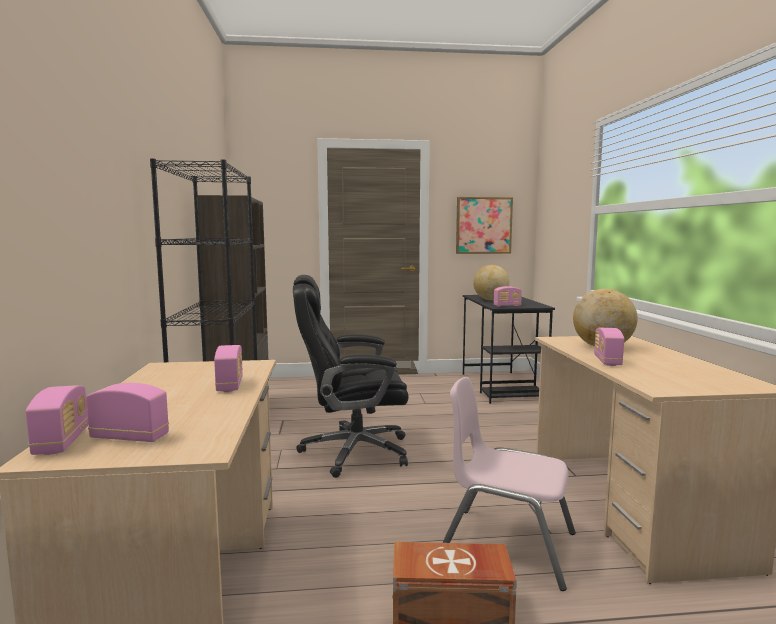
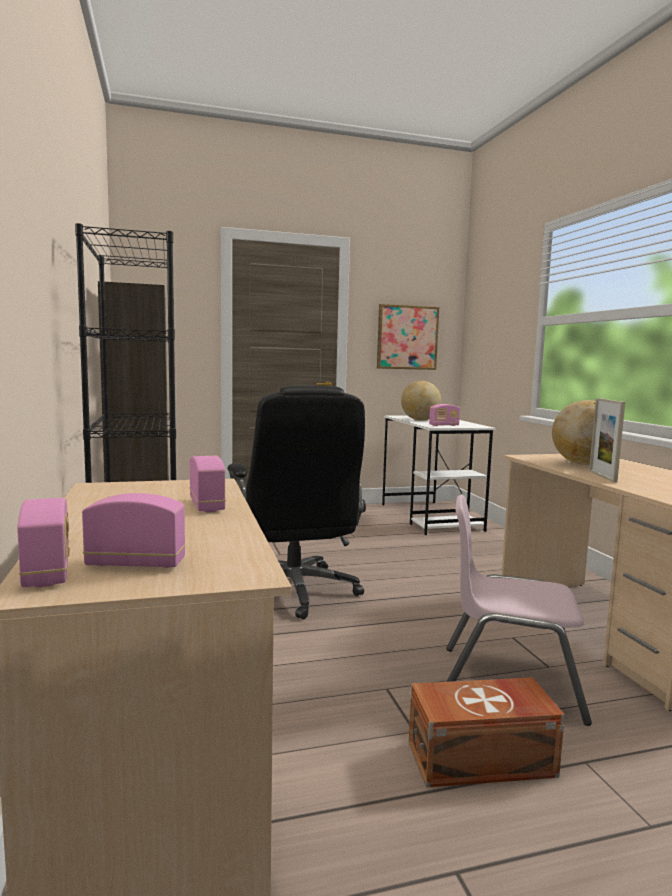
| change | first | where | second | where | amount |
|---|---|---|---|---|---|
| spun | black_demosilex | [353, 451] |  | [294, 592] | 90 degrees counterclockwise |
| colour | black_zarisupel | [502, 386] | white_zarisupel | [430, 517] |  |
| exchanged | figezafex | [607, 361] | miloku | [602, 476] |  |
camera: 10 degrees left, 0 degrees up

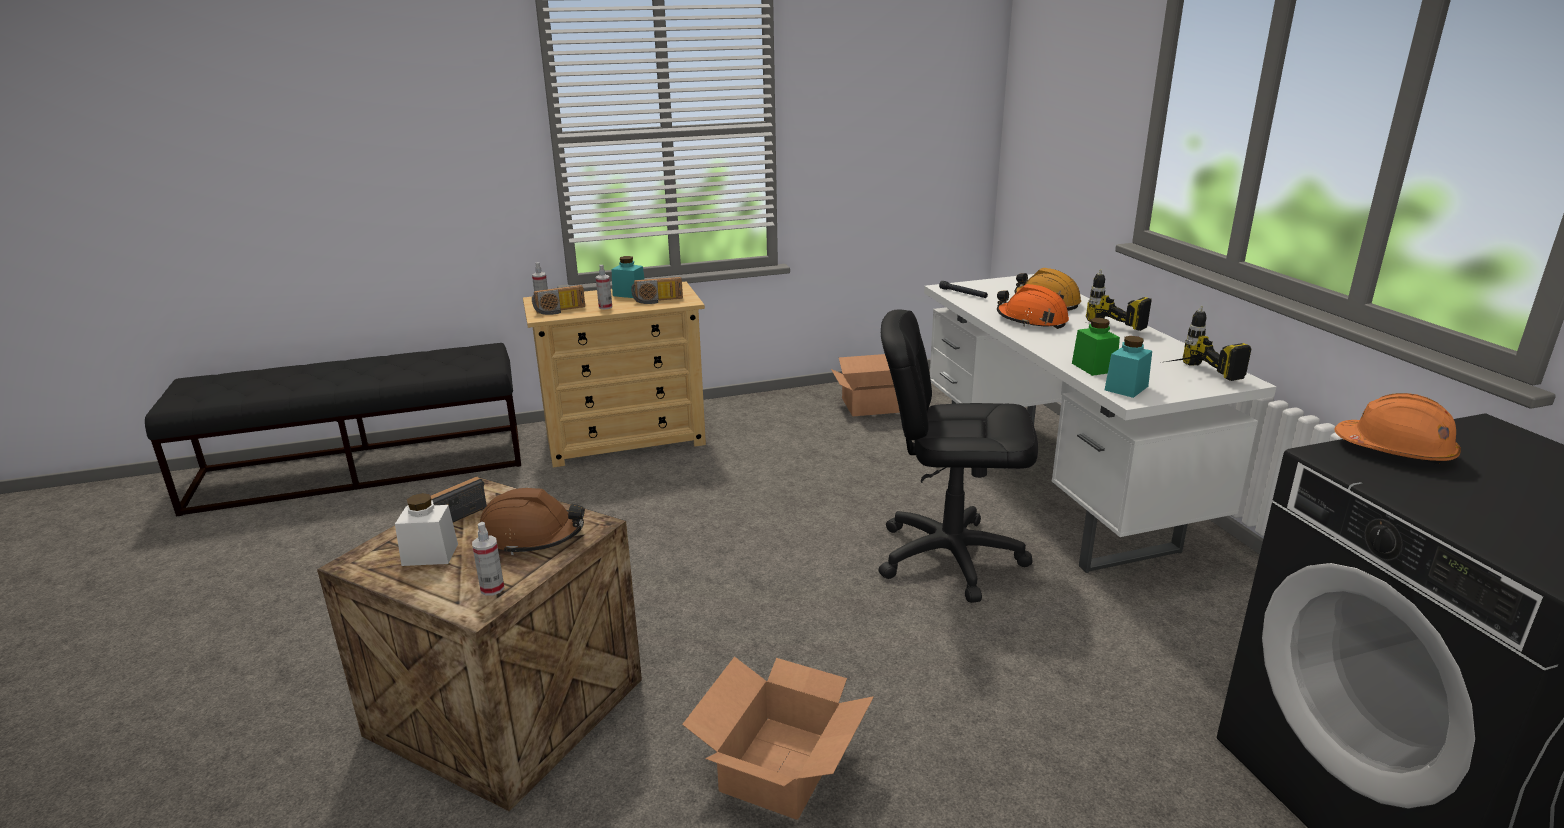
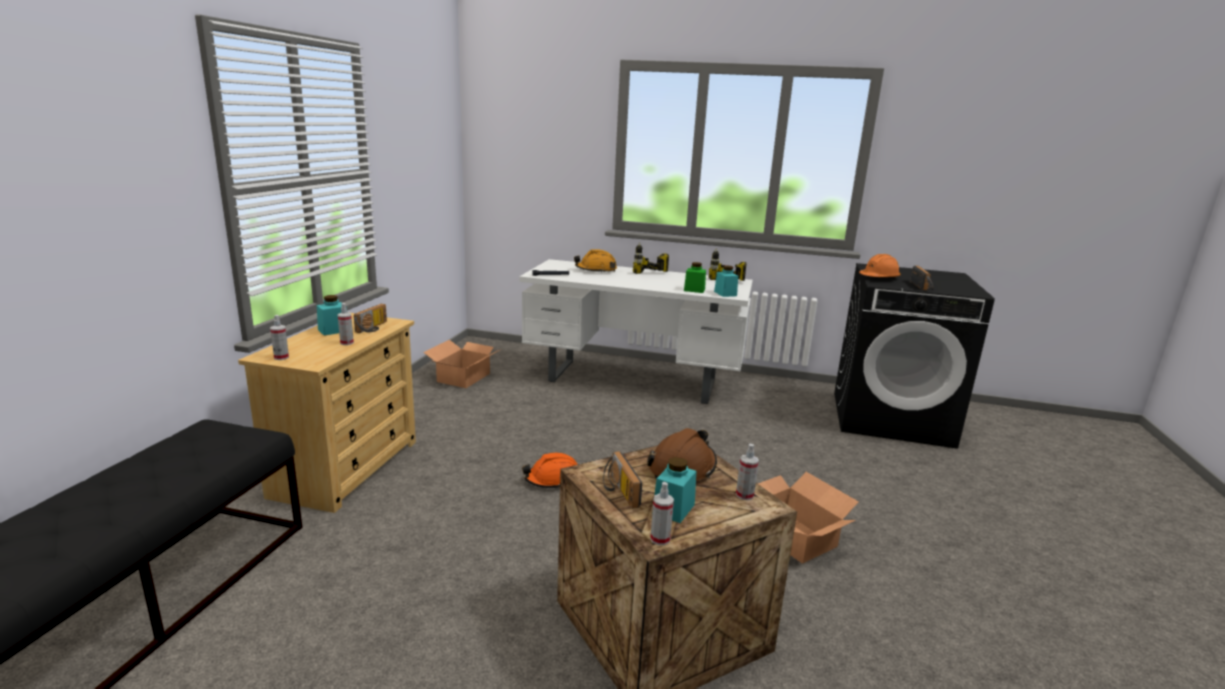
| change | first | where | second | where | amount |
|---|---|---|---|---|---|
| relocated | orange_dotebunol | [1031, 320] |  | [552, 479] |  |
| relocated | figezafex | [560, 311] |  | [922, 286] |  |
| missing | black_demosilex | [949, 557] |  |  |  |
| colour | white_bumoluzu | [430, 554] | turquoise_bumoluzu | [673, 509] |  |
| appeared |  |  | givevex | [660, 539] |  |
camera: 60 degrees left, 5 degrees down

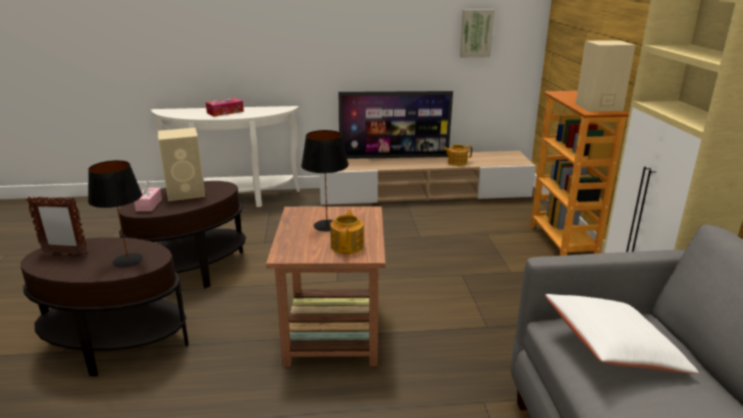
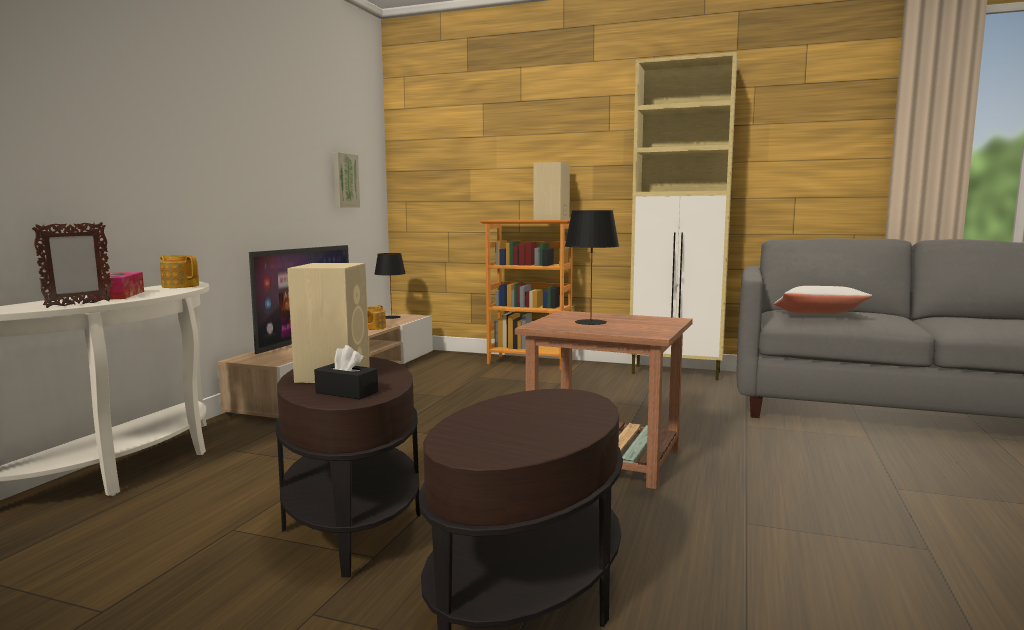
| change | first | where | second | where | amount |
|---|---|---|---|---|---|
| relocated | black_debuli | [128, 260] |  | [392, 317] |  |
| colour | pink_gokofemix | [149, 205] | black_gokofemix | [346, 392] |  |
| relocated | miloku | [64, 253] |  | [78, 304] |  |
| relocated | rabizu | [347, 246] |  | [180, 286] |  |
camera: 65 degrees left, 15 degrees down

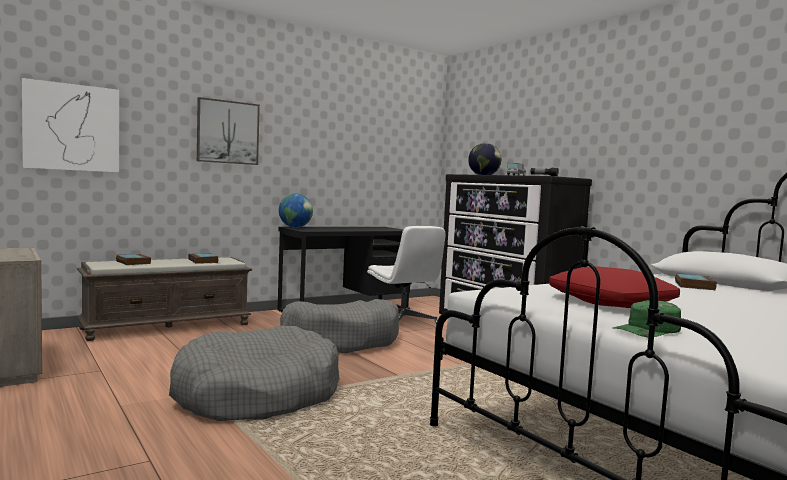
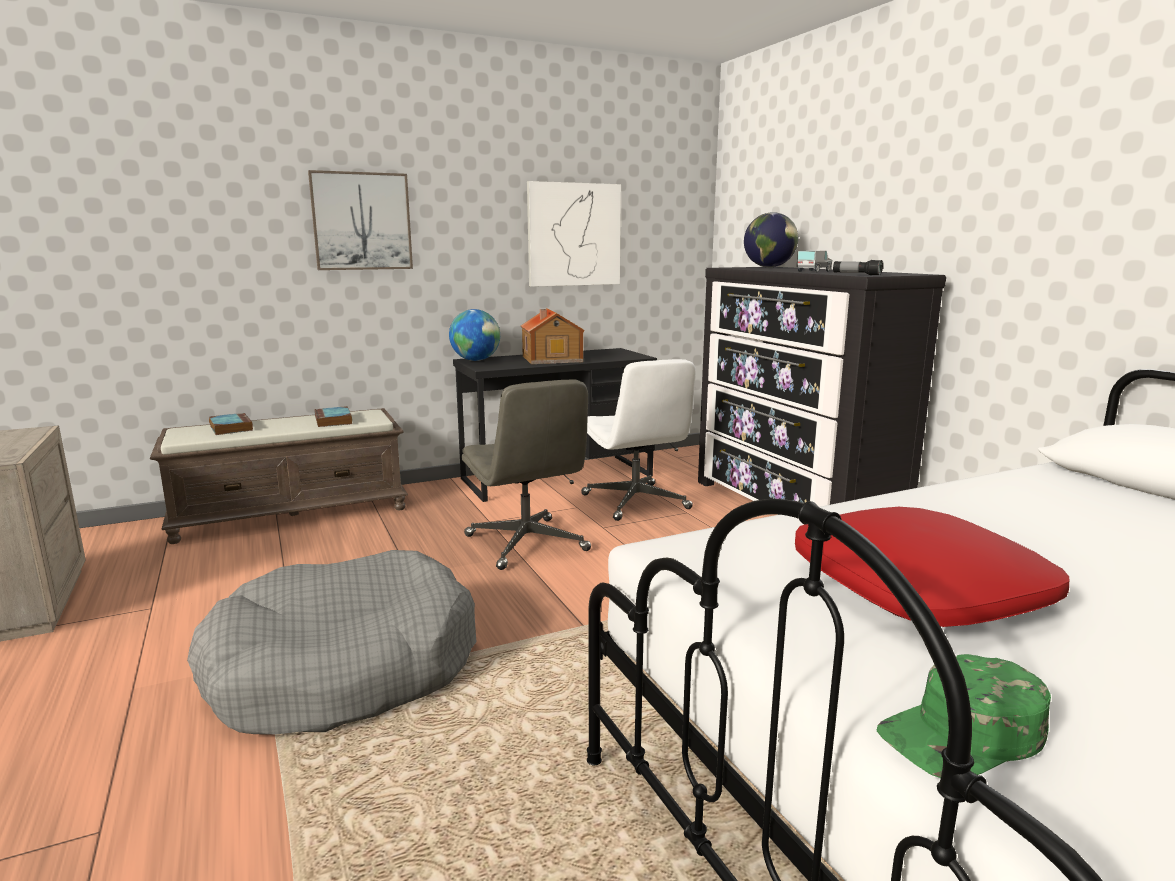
| change | first | where | second | where | amount |
|---|---|---|---|---|---|
| relocated | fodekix | [72, 127] |  | [574, 234] |  |
| missing | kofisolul | [693, 285] |  |  |  |
| exchanged | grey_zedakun | [342, 341] | grey_demosilex | [527, 544] |  |
| appeared |  |  | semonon | [551, 359] |  |
camera: 10 degrees right, 10 degrees up

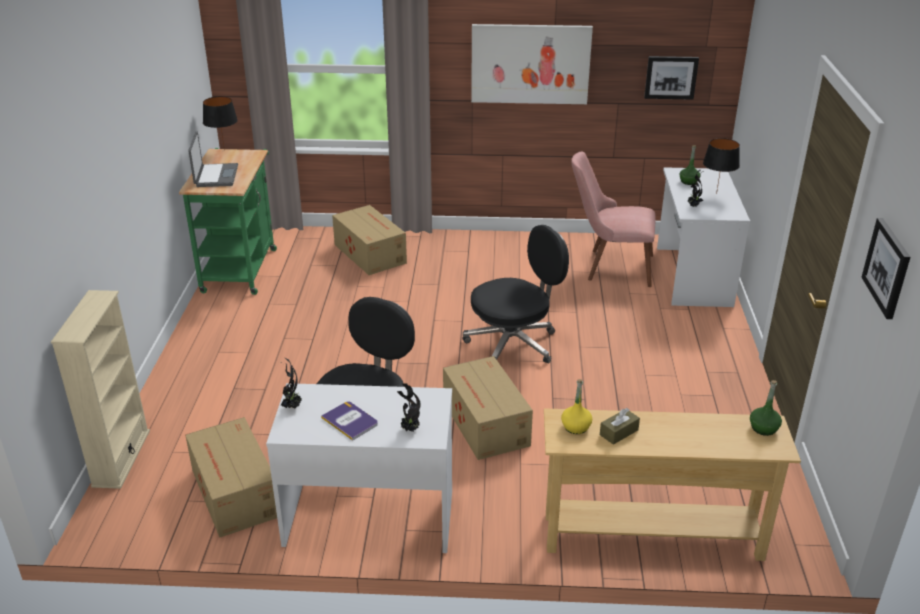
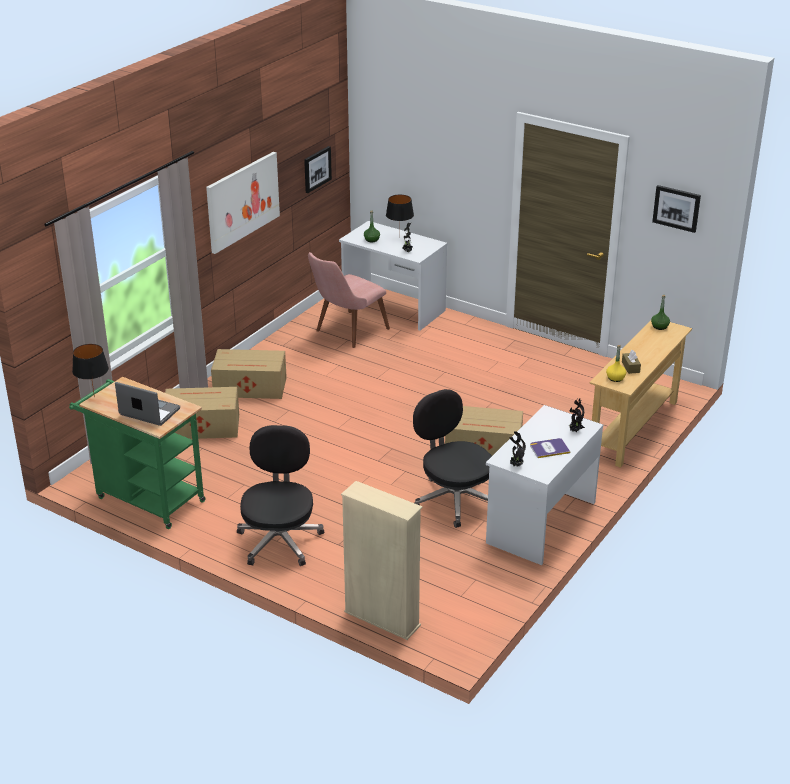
| change | first | where | second | where | amount |
|---|---|---|---|---|---|
| relocated | black_demosilex | [513, 343] |  | [280, 540] |  |
| relocated | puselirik | [235, 494] |  | [251, 387] |  |
camera: 60 degrees left, 0 degrees up

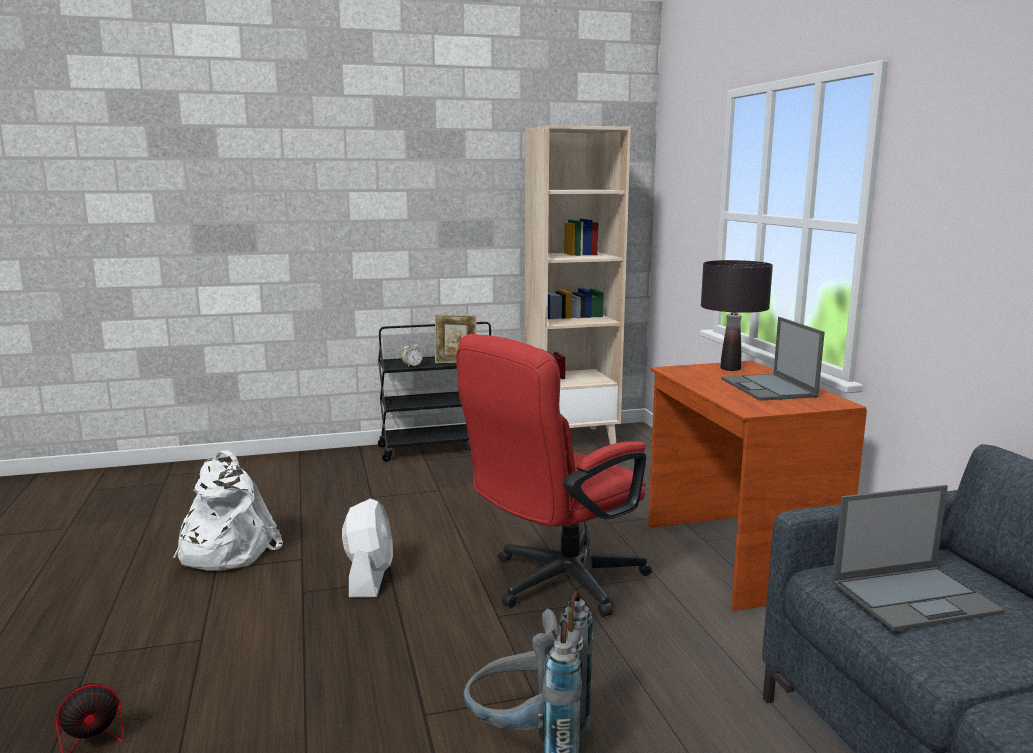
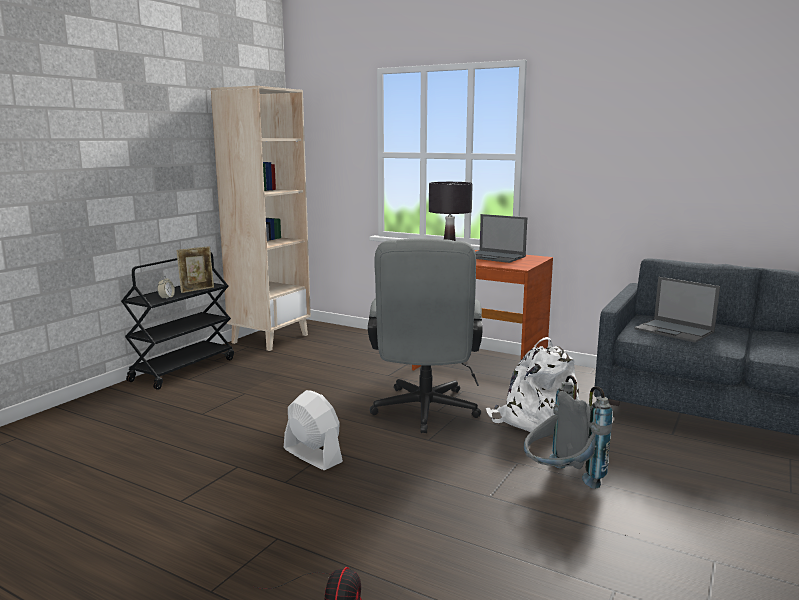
| change | first | where | second | where | amount |
|---|---|---|---|---|---|
| colour | red_demosilex | [555, 584] | grey_demosilex | [424, 413] |  |
| relocated | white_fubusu | [224, 551] |  | [534, 419] |  |
| spun | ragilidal | [915, 597] |  | [675, 331] | 105 degrees clockwise |
camera: 45 degrees left, 0 degrees up

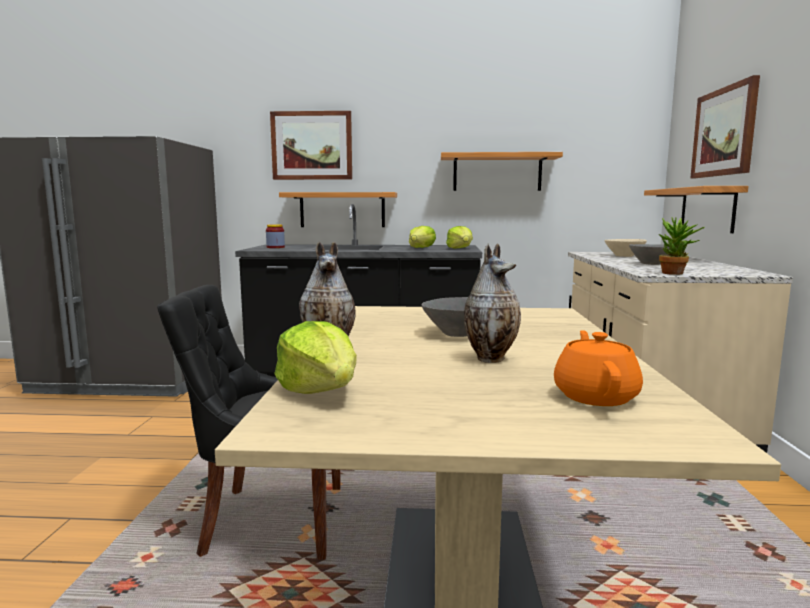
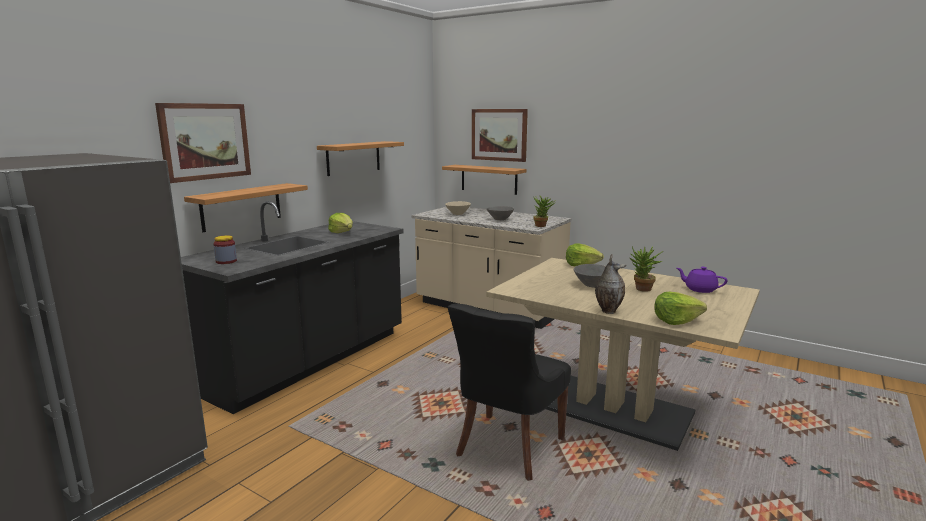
| change | first | where | second | where | amount |
|---|---|---|---|---|---|
| relocated | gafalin | [460, 248] |  | [581, 265] |  |
| exchanged | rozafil | [491, 358] | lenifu | [642, 290] |  |
| colour | orange_rabizu | [595, 396] | purple_rabizu | [700, 289] |  |
camera: 60 degrees left, 5 degrees up

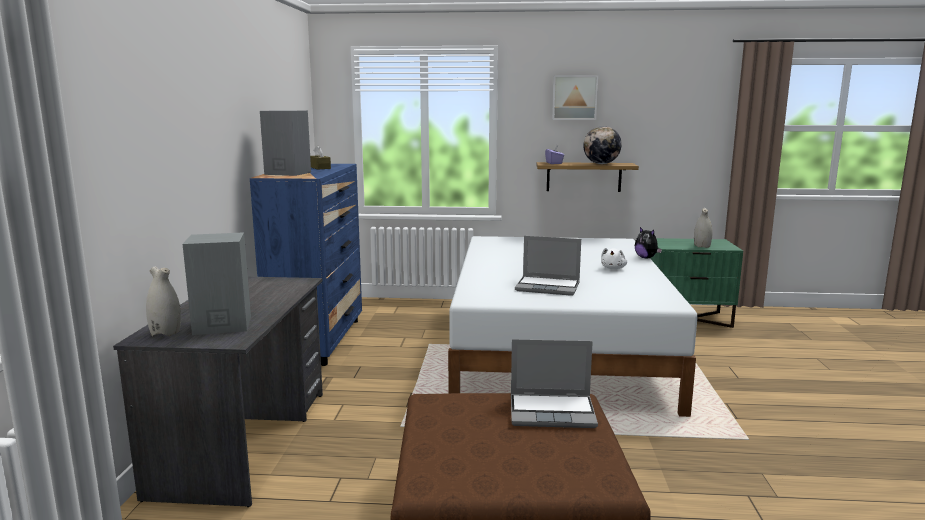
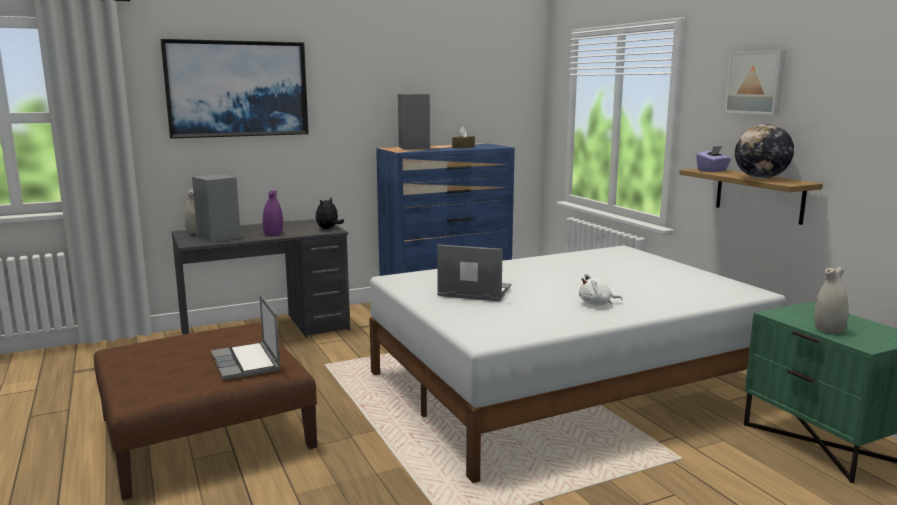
| change | first | where | second | where | amount |
|---|---|---|---|---|---|
| relocated | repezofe | [646, 258] |  | [328, 229] |  |
| spun | ragilidal | [548, 287] |  | [473, 292] | 120 degrees clockwise |
| appeared |  |  | fodekix | [237, 89] |  |
| appeared |  |  | purple_rozafil | [273, 234] |  |
camera: 60 degrees right, 0 degrees up

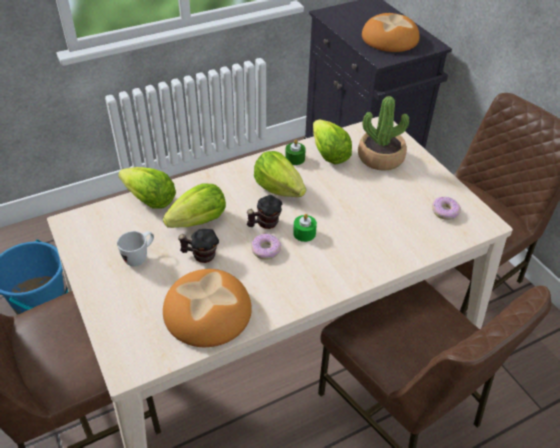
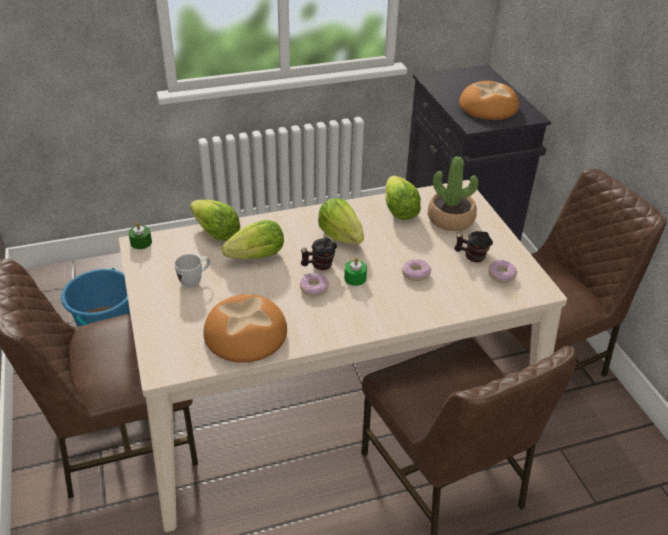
| change | first | where | second | where | amount |
|---|---|---|---|---|---|
| relocated | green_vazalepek | [295, 158] |  | [141, 242] |  |
| relocated | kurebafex | [200, 255] |  | [471, 256] |  |
| appeared |  |  | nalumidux | [415, 273] |  |
camera: 10 degrees right, 5 degrees down

